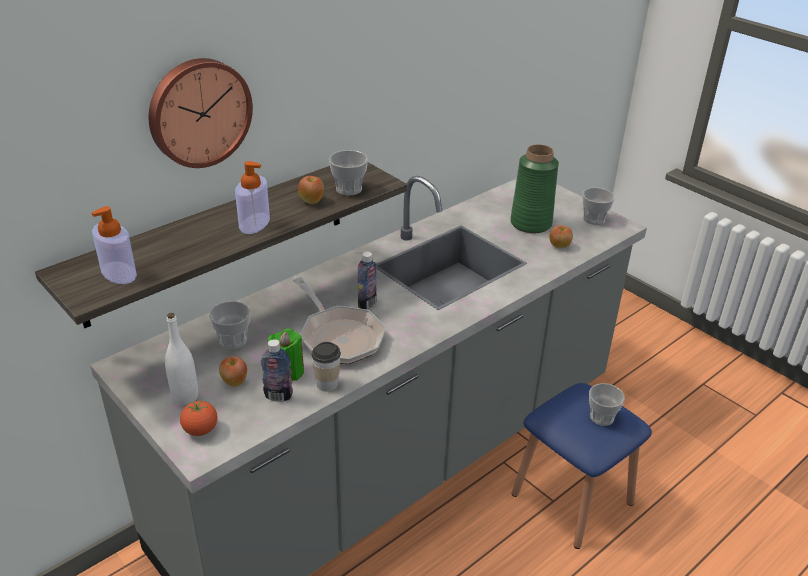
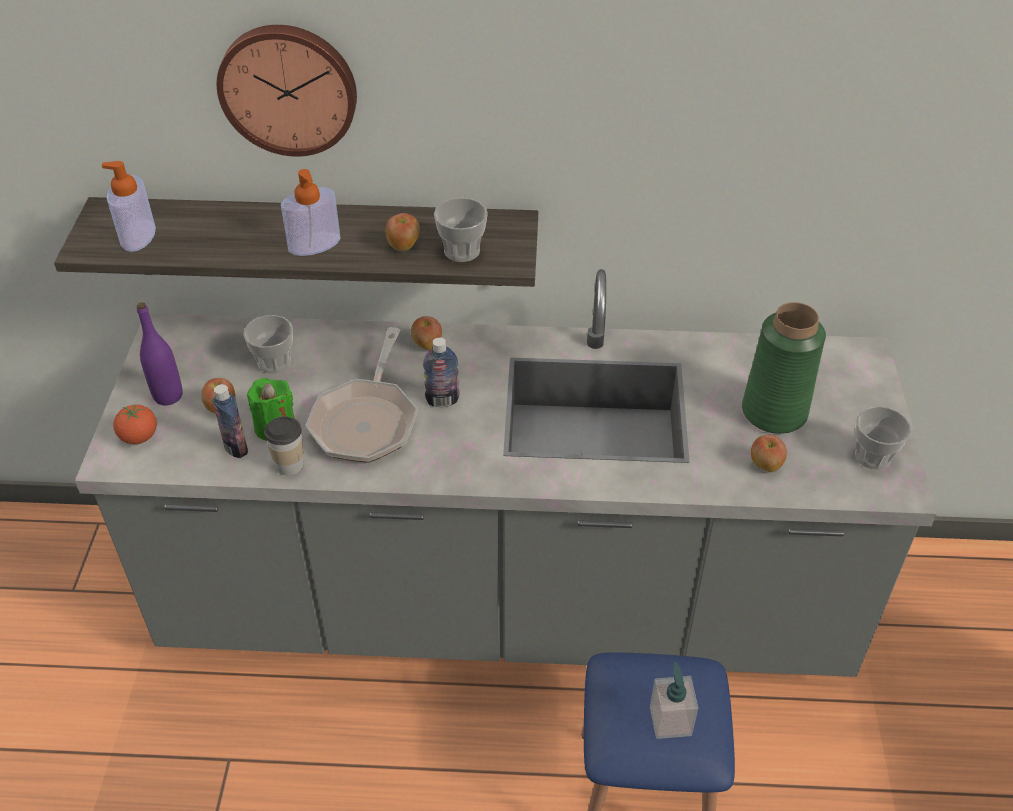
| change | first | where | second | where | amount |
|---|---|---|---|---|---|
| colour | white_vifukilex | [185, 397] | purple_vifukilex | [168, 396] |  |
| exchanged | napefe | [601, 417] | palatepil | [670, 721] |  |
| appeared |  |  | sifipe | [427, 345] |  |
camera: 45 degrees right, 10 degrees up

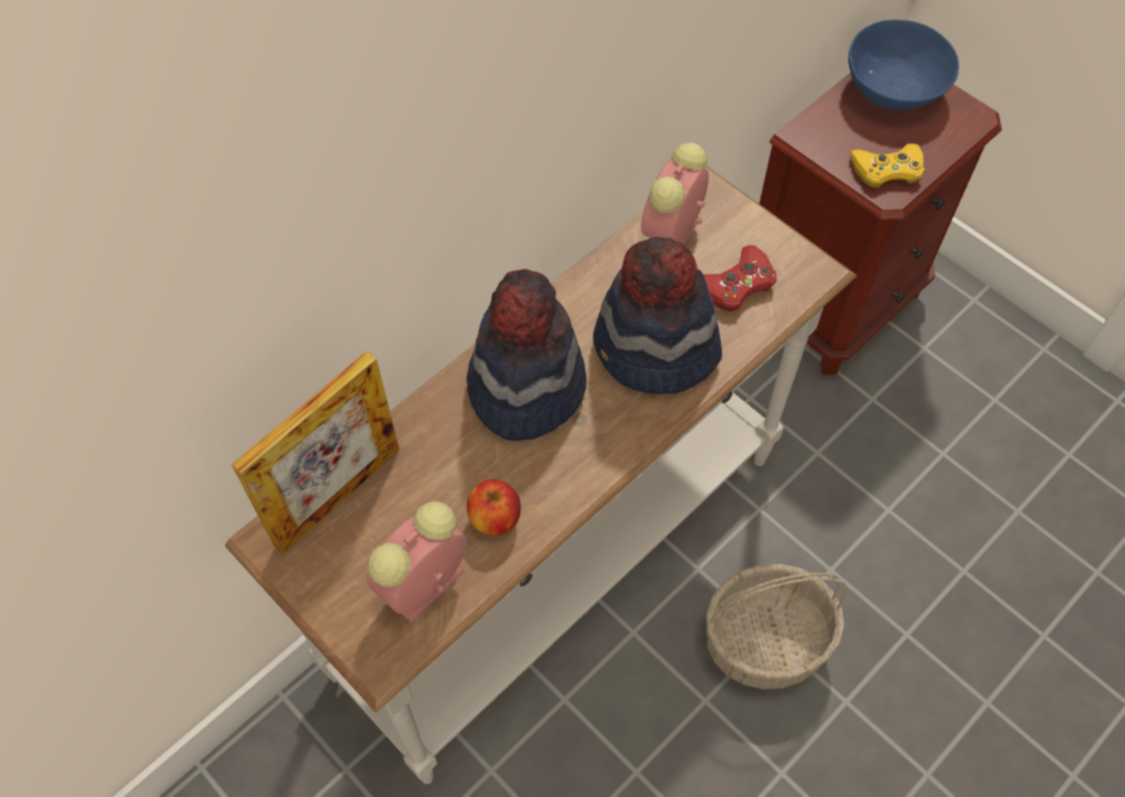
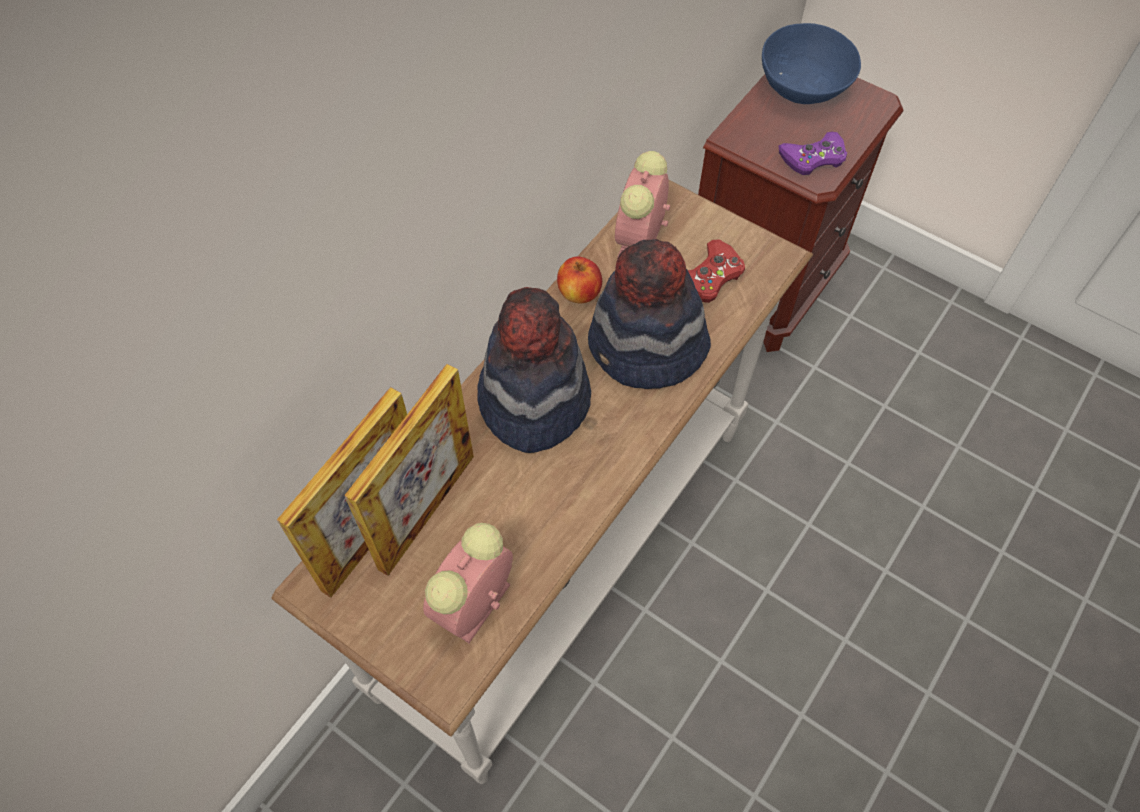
| change | first | where | second | where | amount |
|---|---|---|---|---|---|
| colour | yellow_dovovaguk | [887, 170] | purple_dovovaguk | [813, 158] |  |
| relocated | sifipe | [495, 519] |  | [579, 294] |  |
| missing | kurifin | [766, 640] |  |  |  |
| appeared |  |  | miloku | [427, 511] |  |
camera: 10 degrees left, 0 degrees up

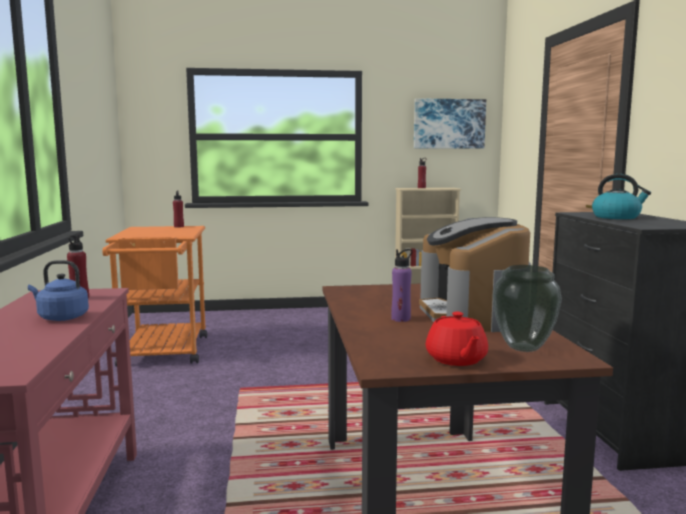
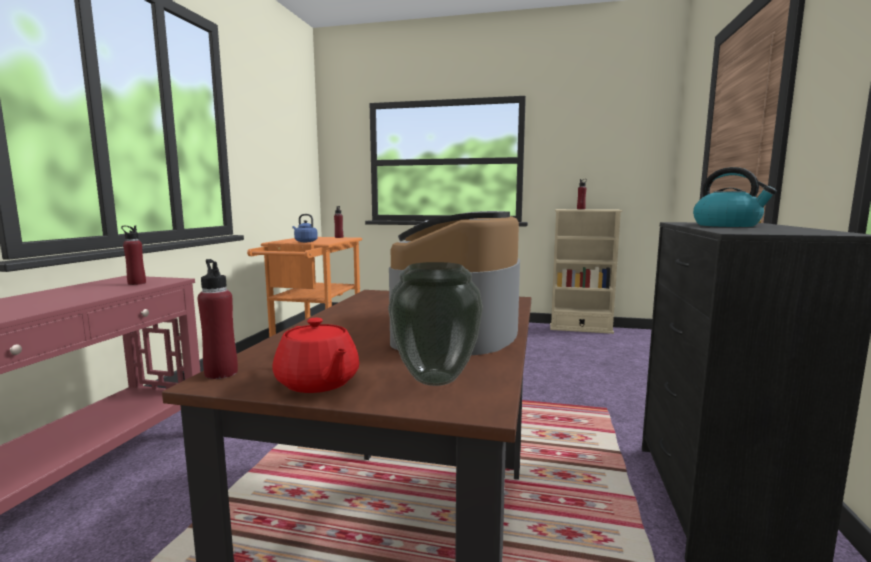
| change | first | where | second | where | amount |
|---|---|---|---|---|---|
| missing | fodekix | [449, 124] |  |  |  |
| missing | purple_vifukilex | [401, 319] |  |  |  |
| relocated | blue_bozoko | [61, 317] |  | [305, 241] |  |
| spun | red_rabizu | [456, 359] |  | [318, 383] | 45 degrees counterclockwise |
| appeared |  |  | red_vifukilex | [221, 373] |  |
camera: 20 degrees right, 0 degrees up

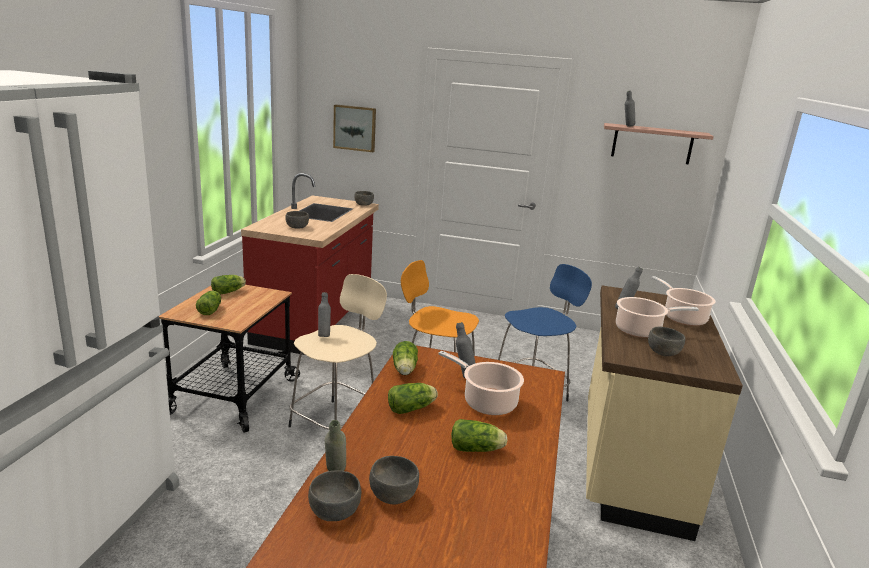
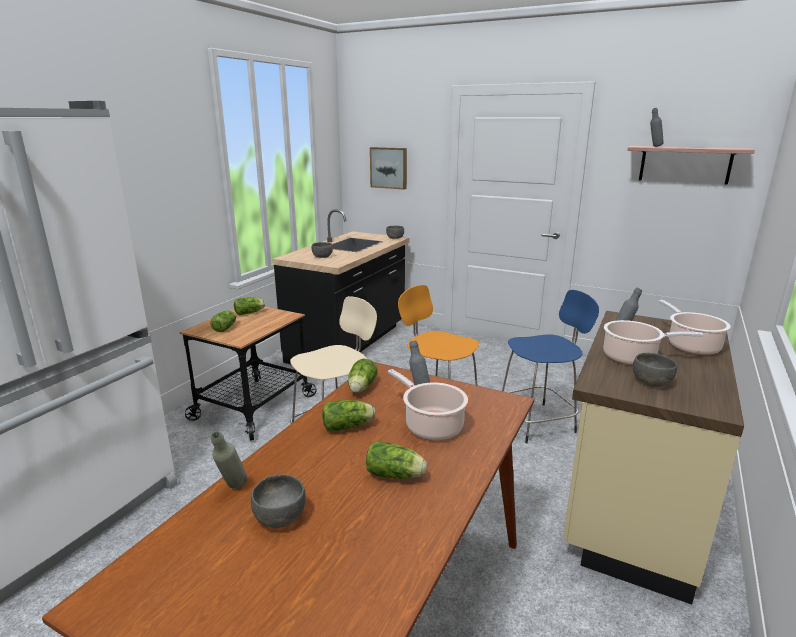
| change | first | where | second | where | amount |
|---|---|---|---|---|---|
| colour | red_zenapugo | [316, 320] | black_zenapugo | [349, 344] |  |
| missing | grey_vifukilex | [324, 335] |  |  |  |
| missing | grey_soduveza | [335, 511] |  |  |  |
camera: 15 degrees right, 0 degrees up

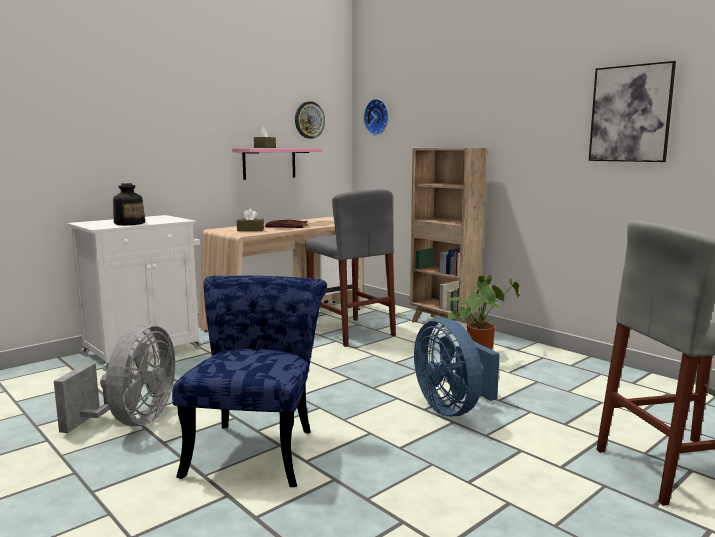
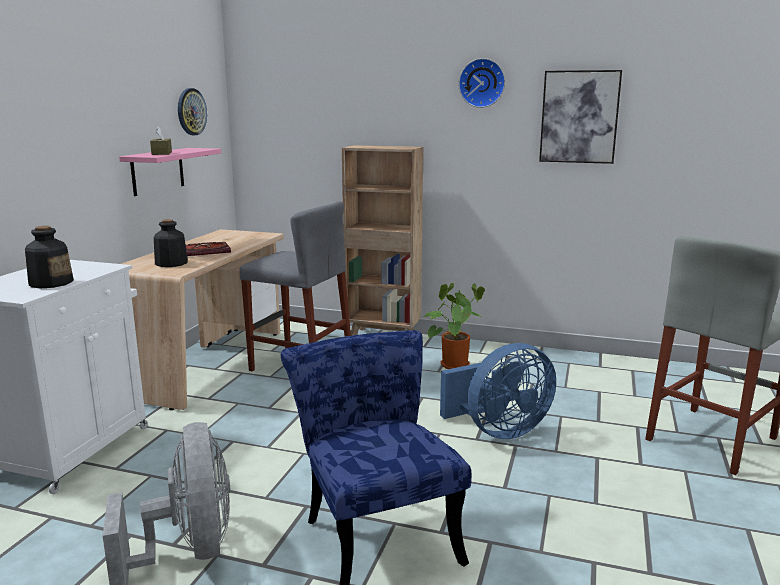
| change | first | where | second | where | amount |
|---|---|---|---|---|---|
| relocated | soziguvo | [378, 117] |  | [482, 83] |  |
| exchanged | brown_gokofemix | [250, 230] | vifukilex | [171, 263] |  |
| spun | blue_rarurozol | [453, 408] |  | [499, 431] | 60 degrees counterclockwise |
camera: 30 degrees left, 5 degrees up

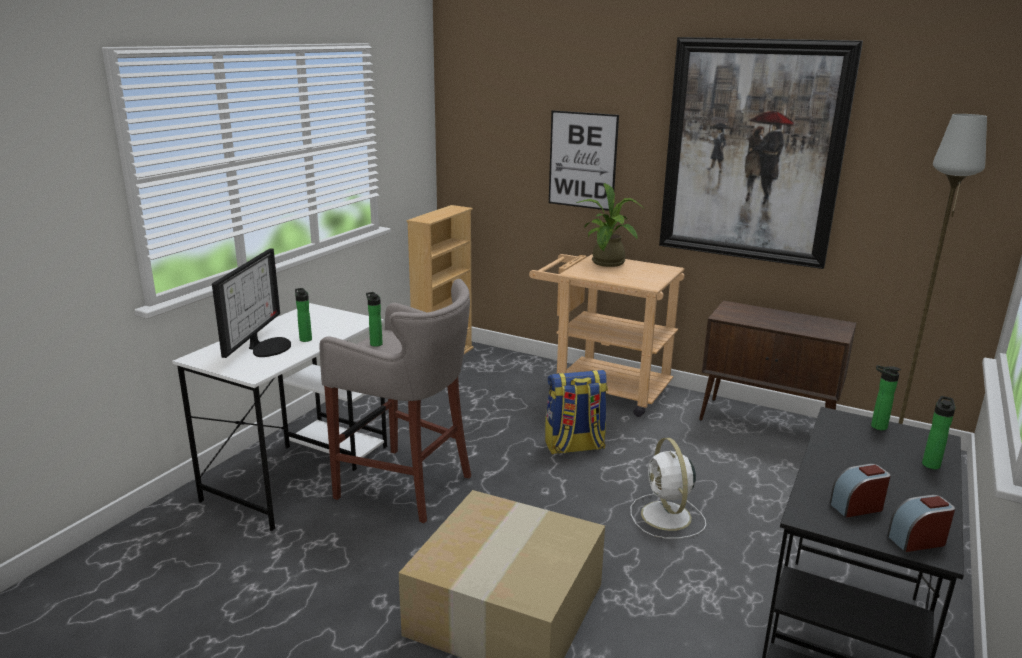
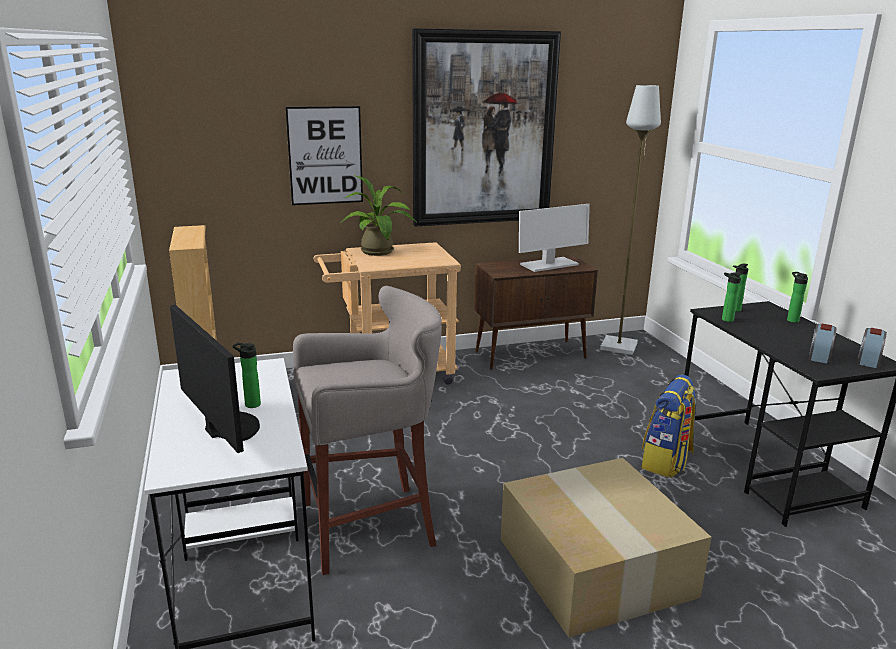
| change | first | where | second | where | amount |
|---|---|---|---|---|---|
| relocated | vifukilex | [375, 343] |  | [725, 320] |  |
| relocated | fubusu | [574, 447] |  | [666, 462] |  |
| missing | white_rarurozol | [667, 517] |  |  |  |
| appeared |  |  | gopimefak | [549, 265] |  |
camera: 45 degrees left, 0 degrees up

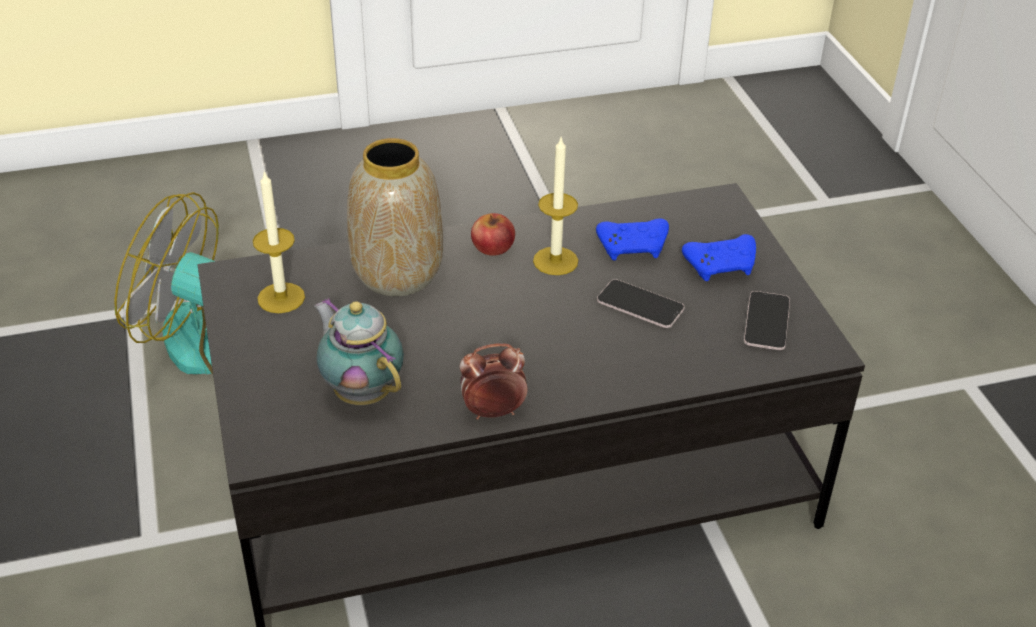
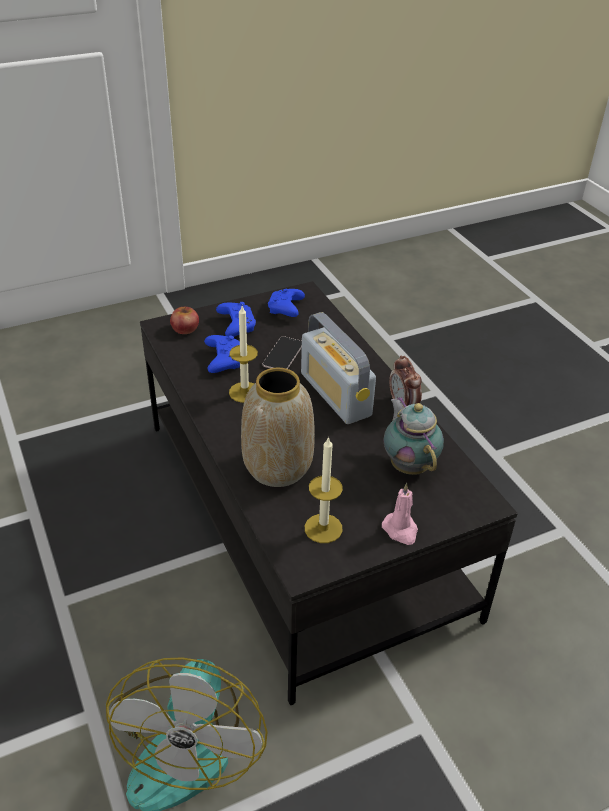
| change | first | where | second | where | amount |
|---|---|---|---|---|---|
| relocated | sifipe | [493, 247] |  | [185, 329] |  |
| exchanged | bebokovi | [766, 321] | blue_dovovaguk | [286, 309] |  |
| spun | rabizu | [361, 392] |  | [409, 465] | 120 degrees clockwise |
| appeared |  |  | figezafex | [335, 394] |  |
| appeared |  |  | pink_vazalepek | [400, 530] |  |
camera: 100 degrees left, 0 degrees up

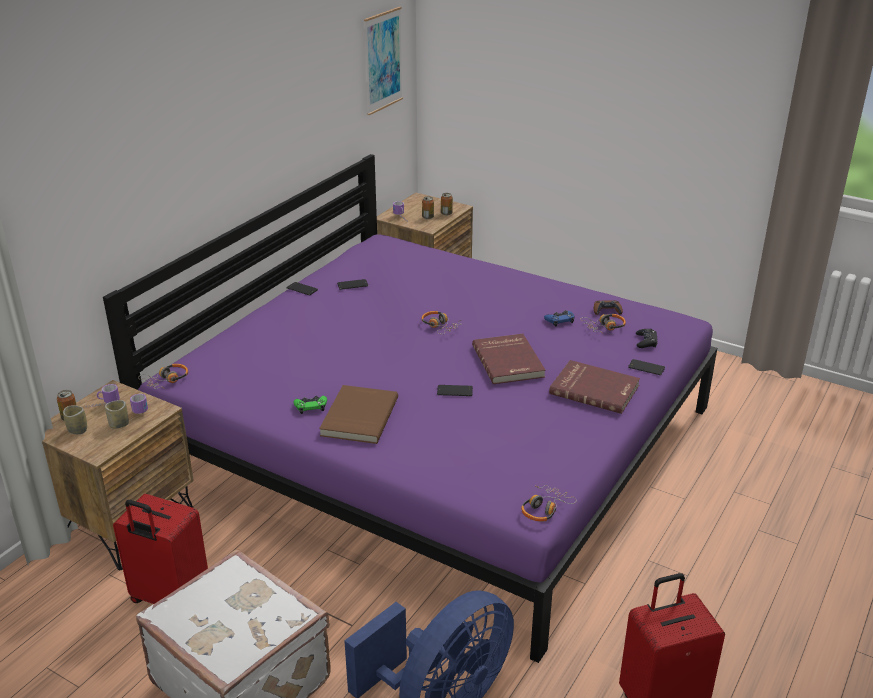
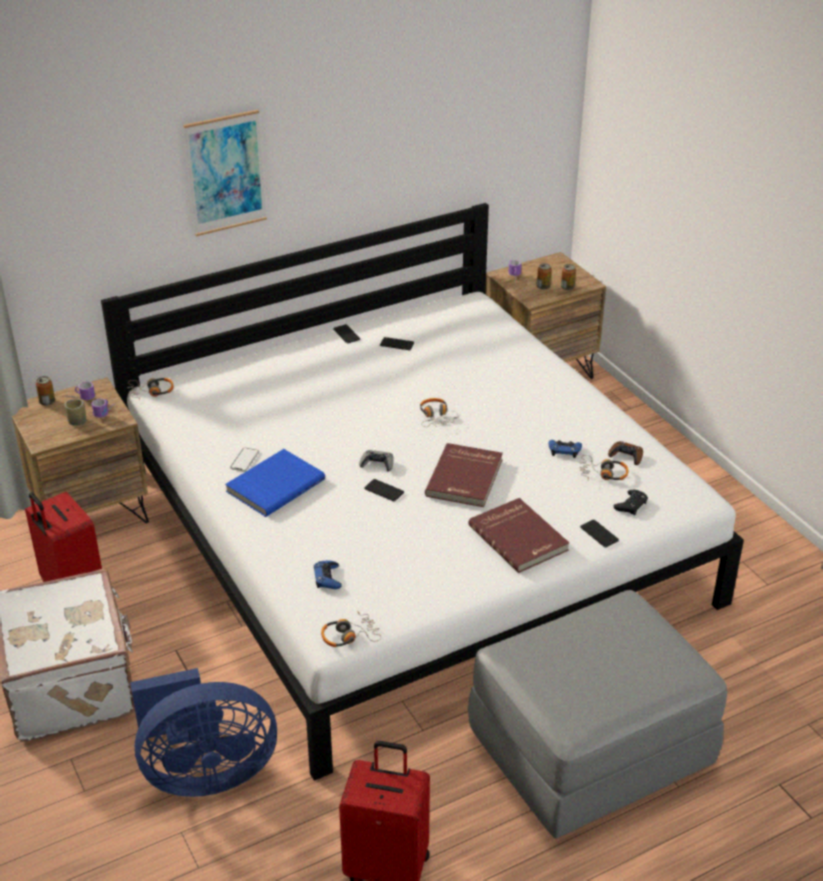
| change | first | where | second | where | amount |
|---|---|---|---|---|---|
| relocated | fodekix | [383, 60] |  | [226, 173] |  |
| colour | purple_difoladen | [437, 440] | white_difoladen | [412, 534] |  |
| colour | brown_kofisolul | [358, 417] | blue_kofisolul | [274, 485] |  |
| exchanged | green_dovovaguk | [311, 406] | bebokovi | [244, 460] |  |
| missing | napefe | [77, 430] |  |  |  |
| appeared |  |  | grey_dovovaguk | [377, 464] |  |
| appeared |  |  | blue_dovovaguk | [327, 578] |  |
| appeared |  |  | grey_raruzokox | [590, 748] |  |
camera: 30 degrees right, 5 degrees up

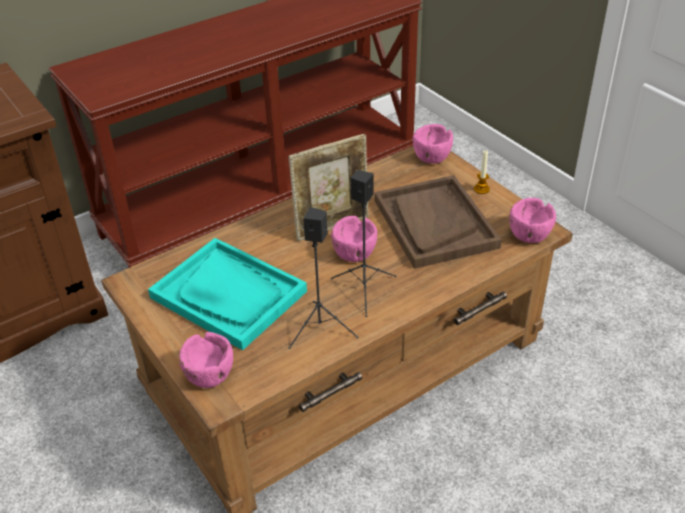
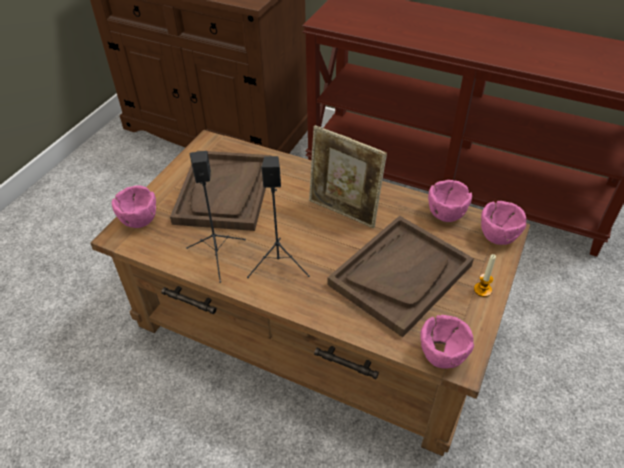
| change | first | where | second | where | amount |
|---|---|---|---|---|---|
| relocated | pink_soduveza | [354, 254] |  | [446, 213] |  |
| colour | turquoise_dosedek | [229, 295] | brown_dosedek | [225, 192] |  |
camera: 60 degrees right, 5 degrees up

